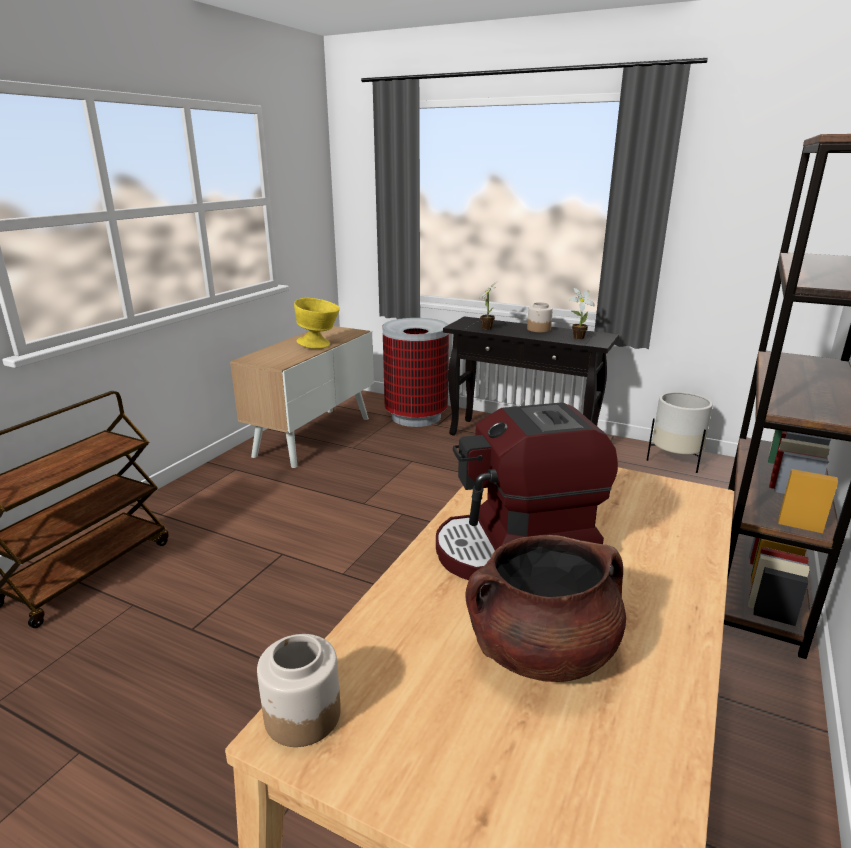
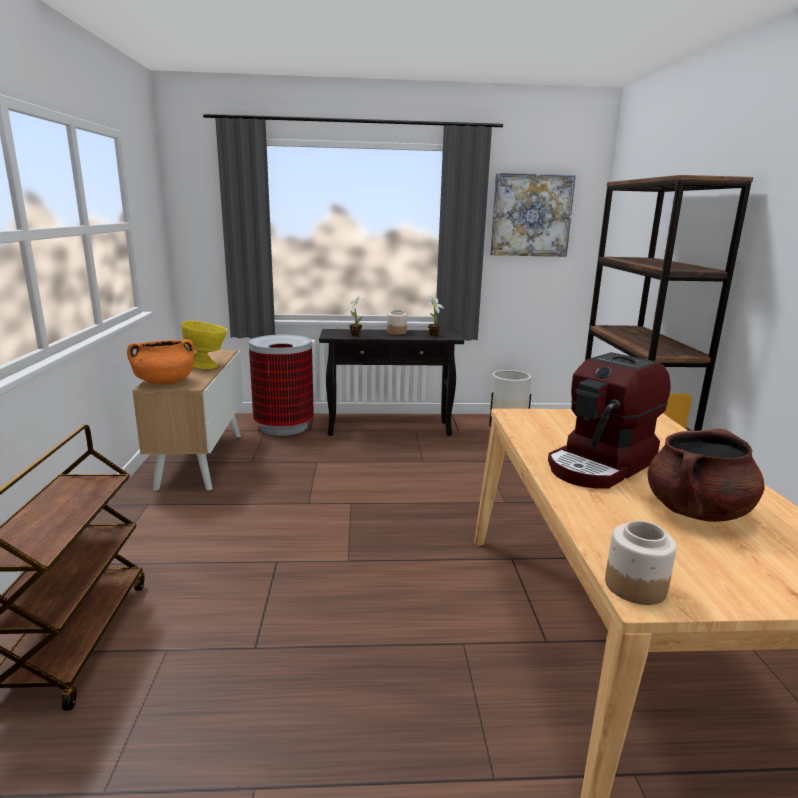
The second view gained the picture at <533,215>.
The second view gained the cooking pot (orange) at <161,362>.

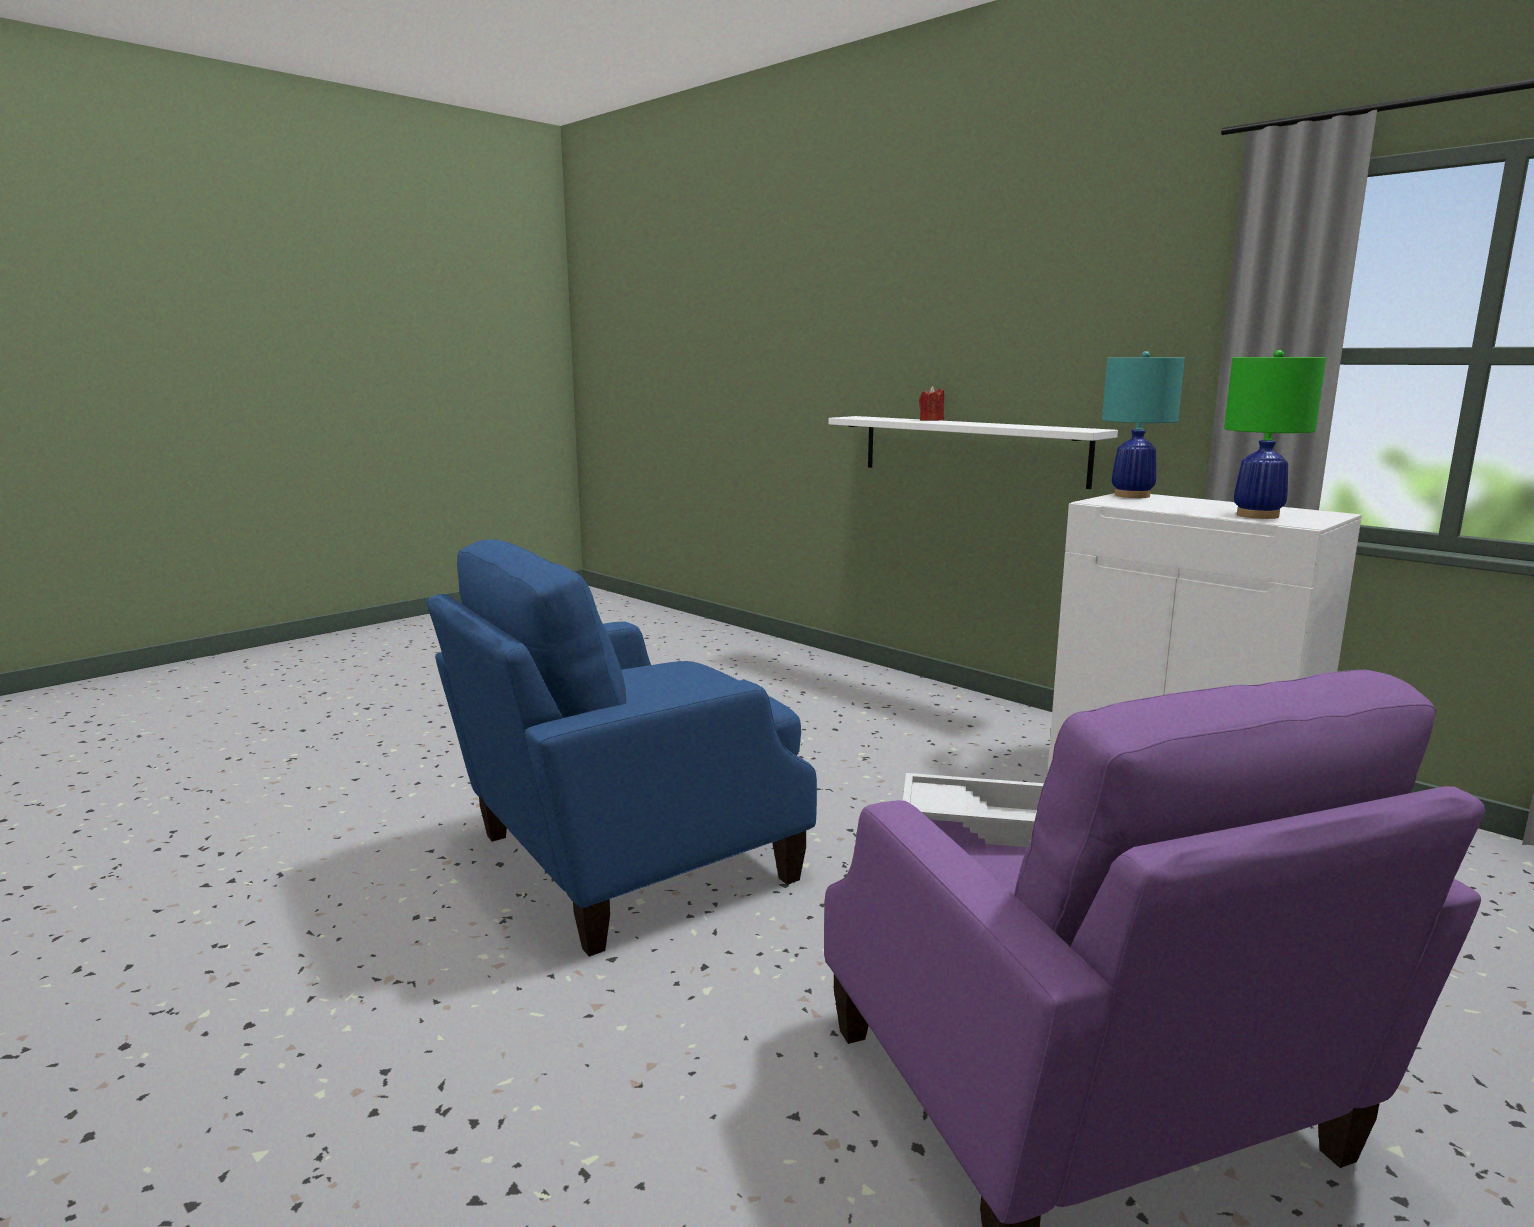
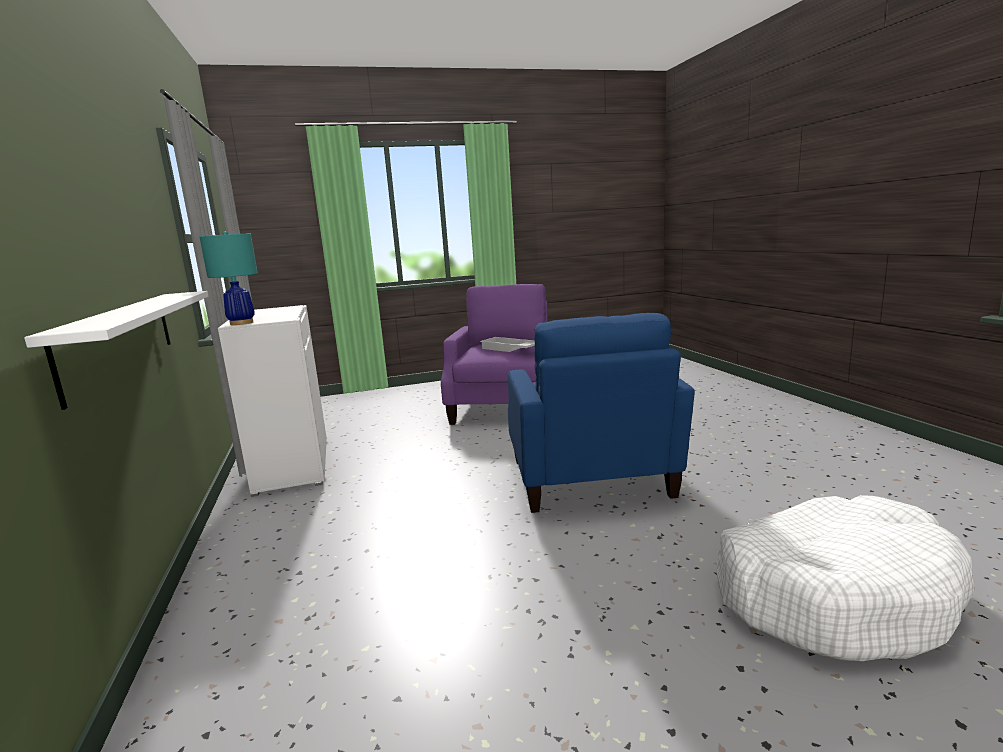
The second view lost the table lamp (green) at <1275,434>.
The second view lost the candle (red) at <931,403>.
The armchair (blue) at <622,748> ended up facing another way, 90 degrees clockwise from before.
The second view gained the dog bed (white) at <846,578>.

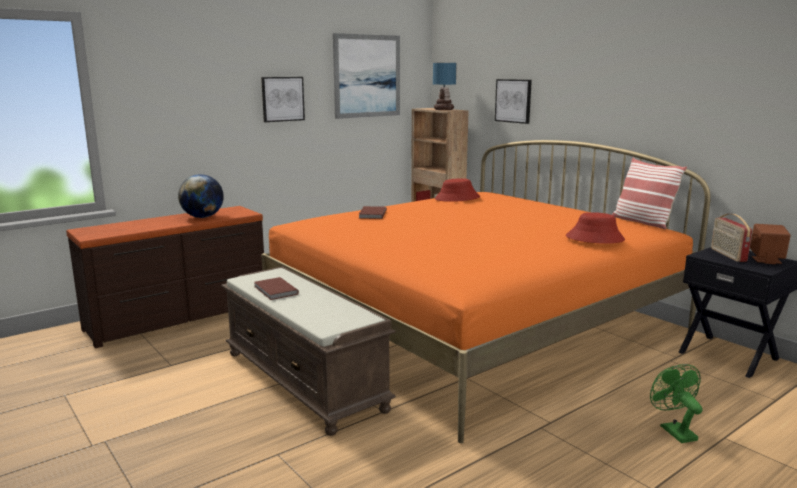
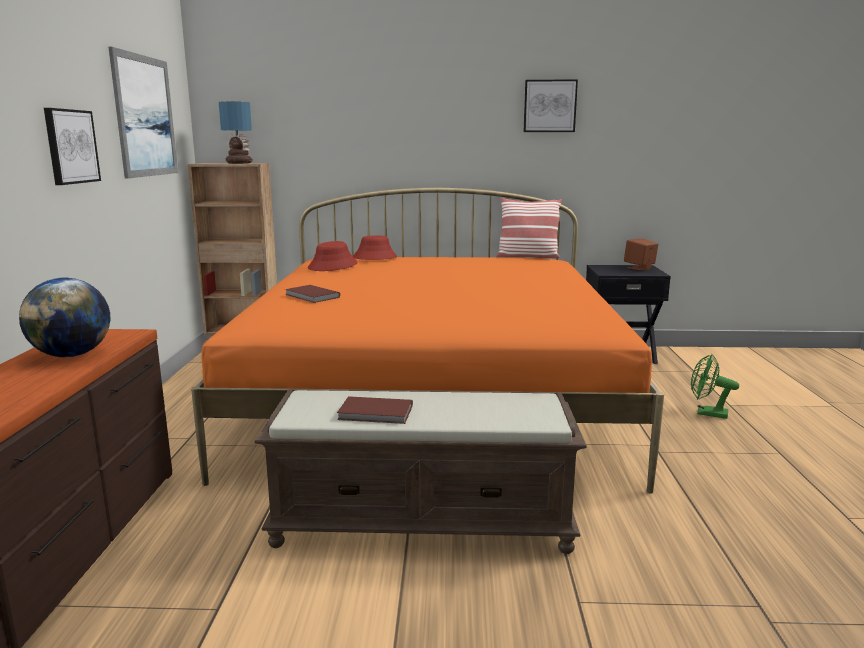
The picture ended up elsewhere, having gone from <513,101> to <551,106>.
The hat (red) ended up elsewhere, having gone from <595,228> to <375,248>.
The second view lost the radio at <731,238>.

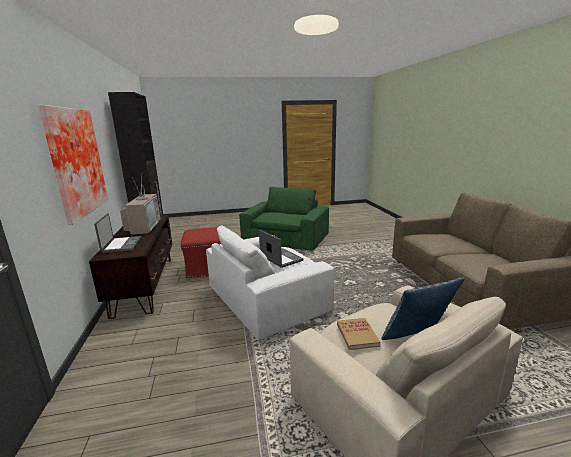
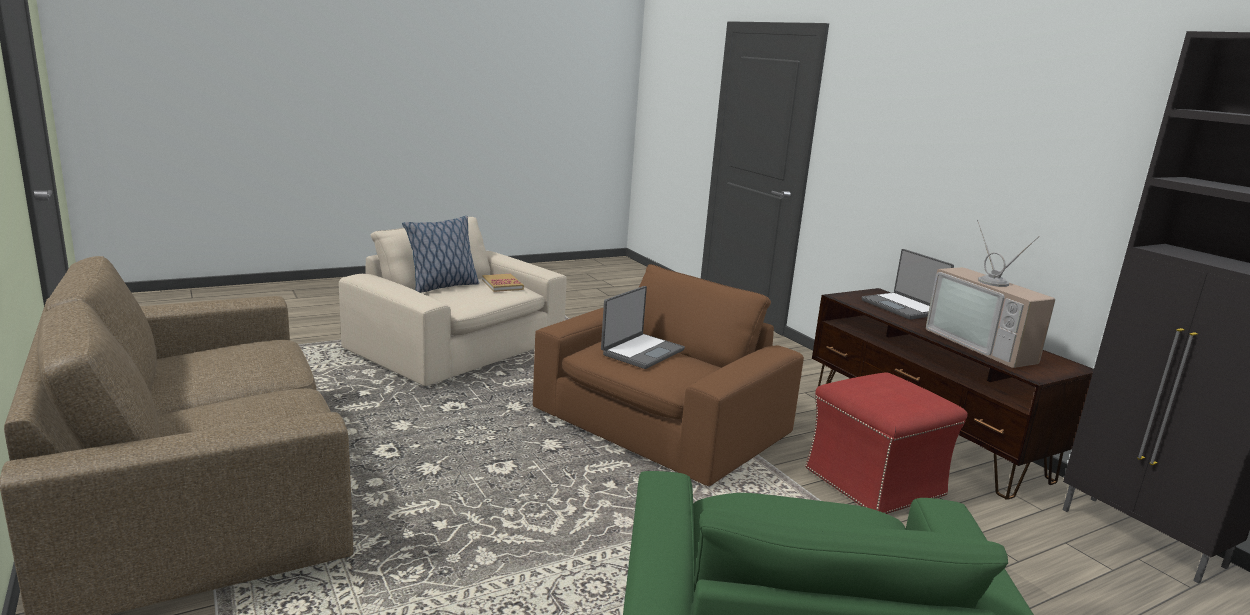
The second view lost the picture at <73,165>.
What was the armchair (white) at <270,283> turned into the armchair (brown) at <668,375>.
The laptop at <281,249> ended up facing another way, 90 degrees counterclockwise from before.

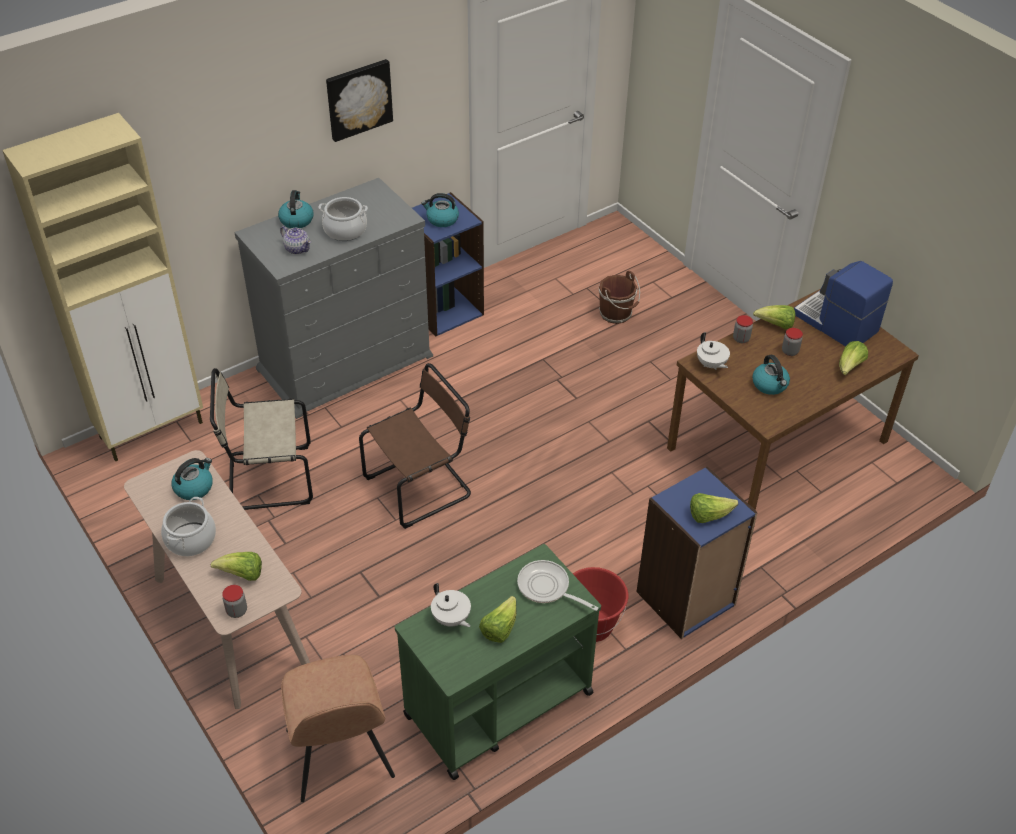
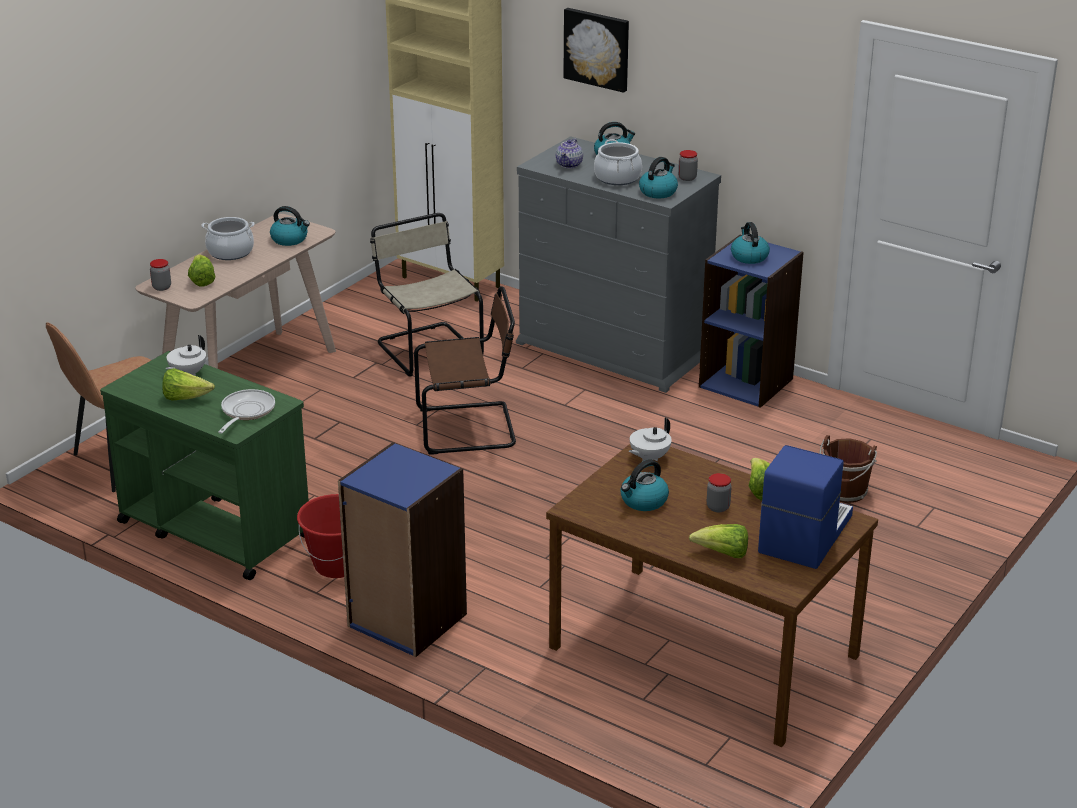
The picture ended up elsewhere, having gone from <359,100> to <596,50>.
The jar ended up elsewhere, having gone from <743,329> to <688,165>.
The chair (brown) at <415,446> ended up facing another way, 45 degrees counterclockwise from before.
The second view lost the lettuce at <714,508>.
The second view gained the kettle at <658,177>.

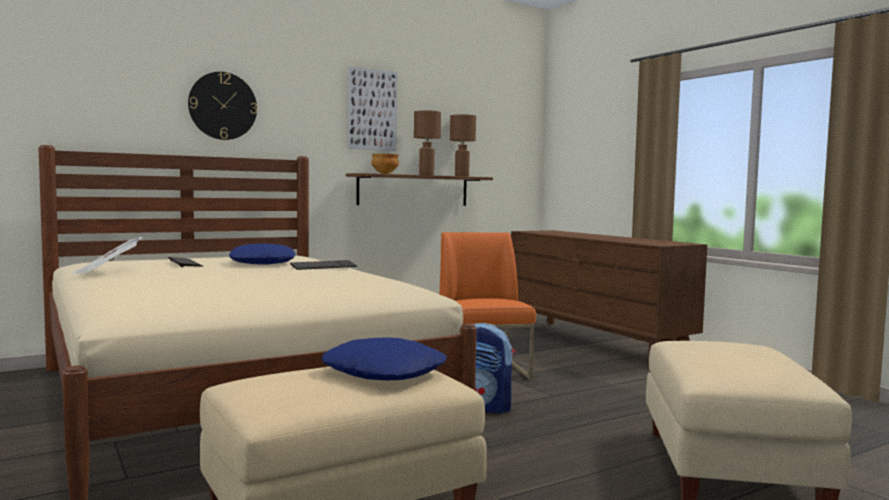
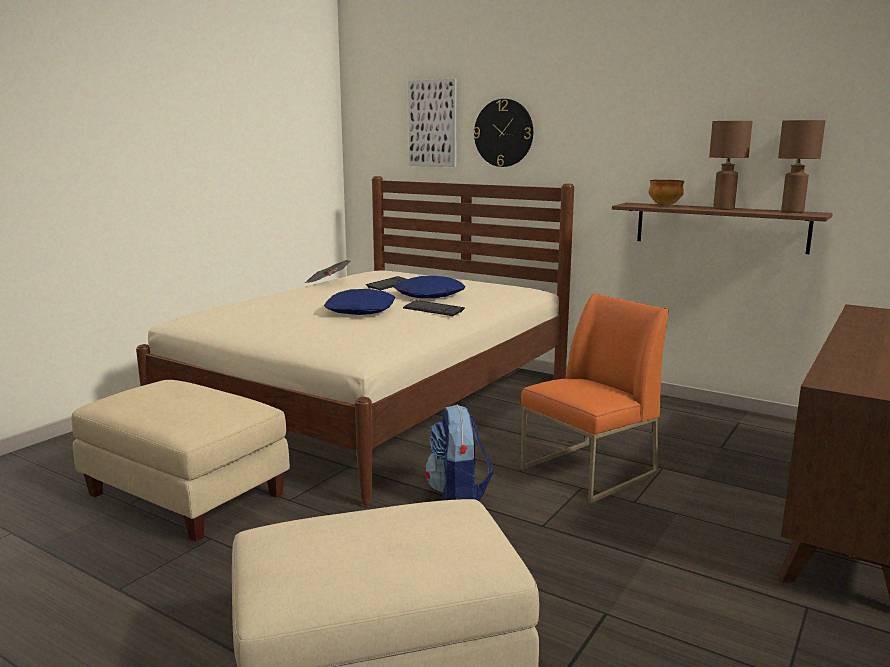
The picture ended up elsewhere, having gone from <372,108> to <432,123>.
The pillow (blue) ended up elsewhere, having gone from <384,359> to <359,302>.

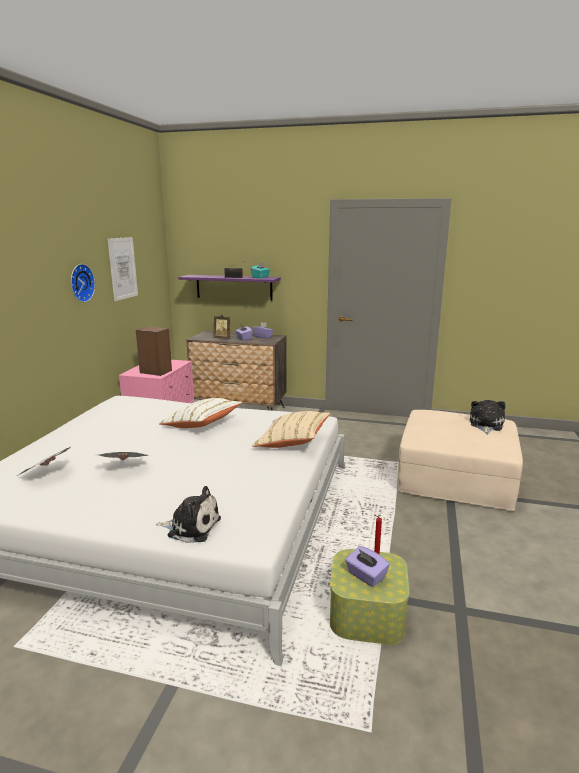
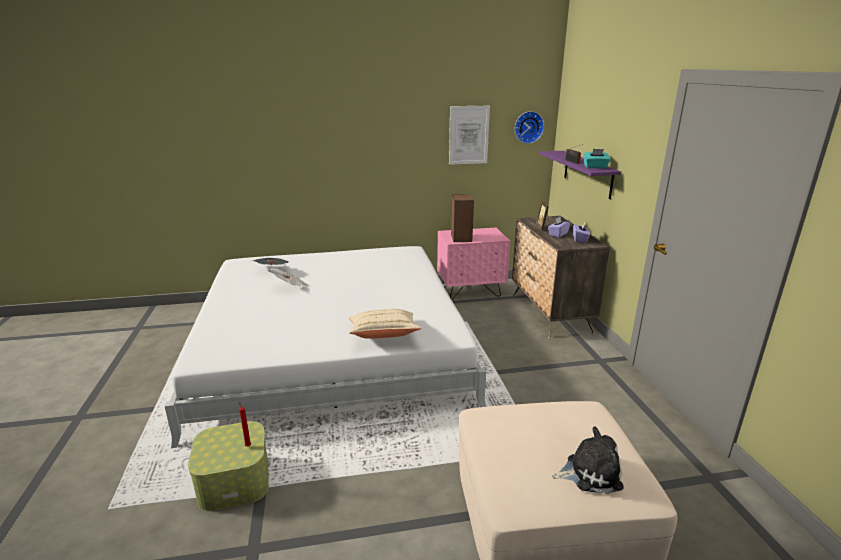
The wall clock ended up elsewhere, having gone from <83,283> to <529,127>.
The second view lost the pillow (white) at <200,413>.
The second view lost the plush toy at <188,514>.
The second view lost the tissue box (purple) at <367,566>.

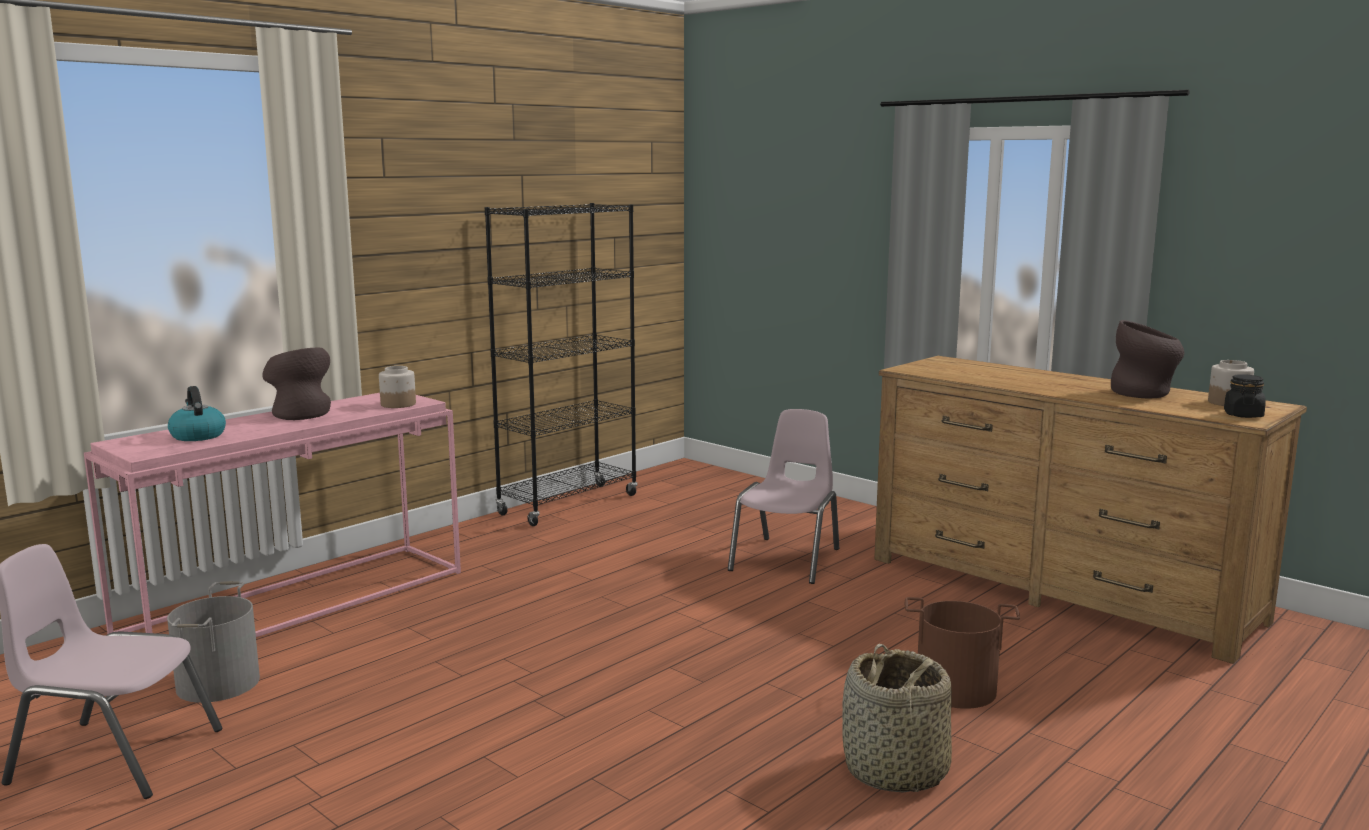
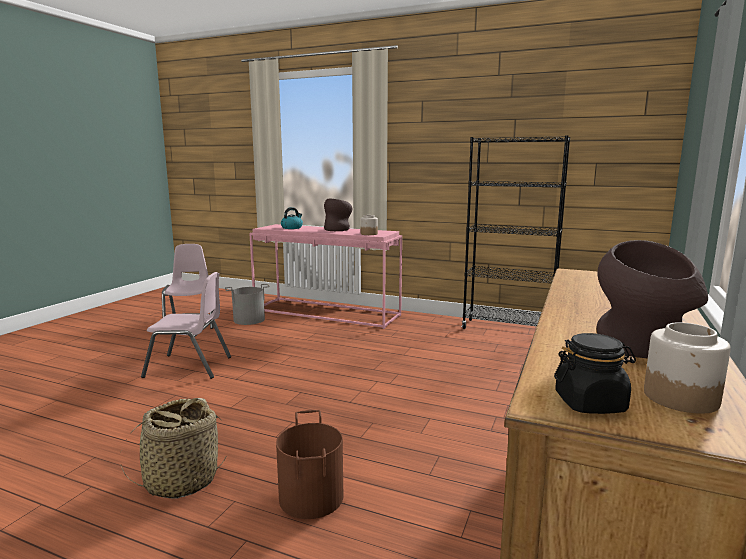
The chair (pink) ended up elsewhere, having gone from <783,496> to <186,325>.

